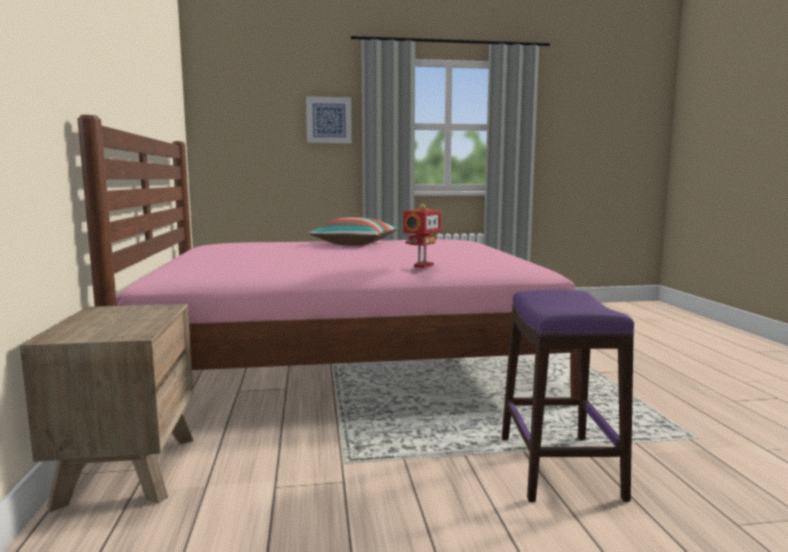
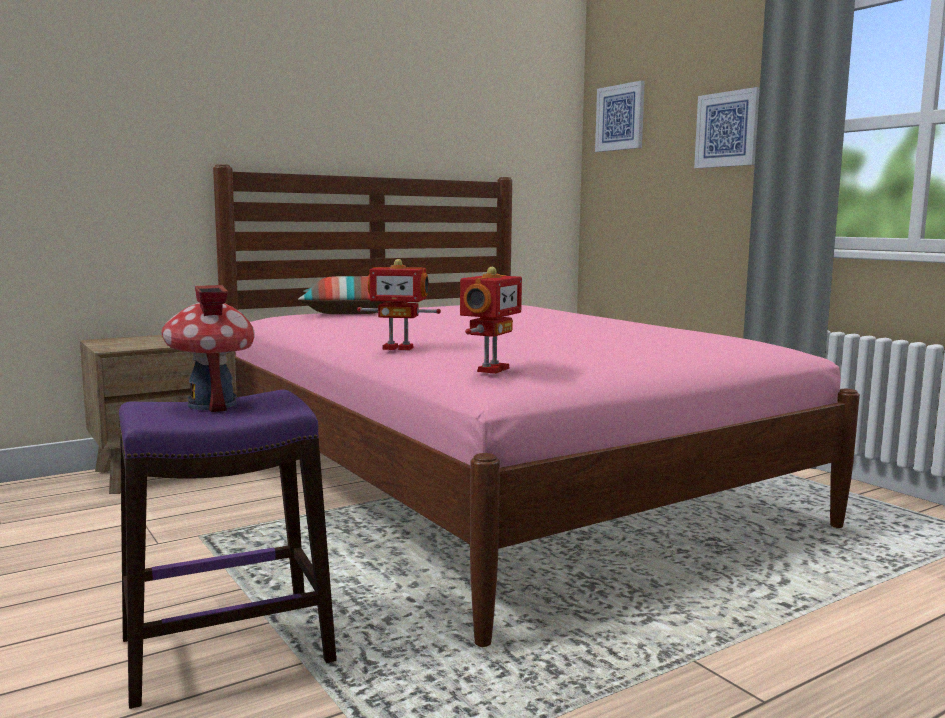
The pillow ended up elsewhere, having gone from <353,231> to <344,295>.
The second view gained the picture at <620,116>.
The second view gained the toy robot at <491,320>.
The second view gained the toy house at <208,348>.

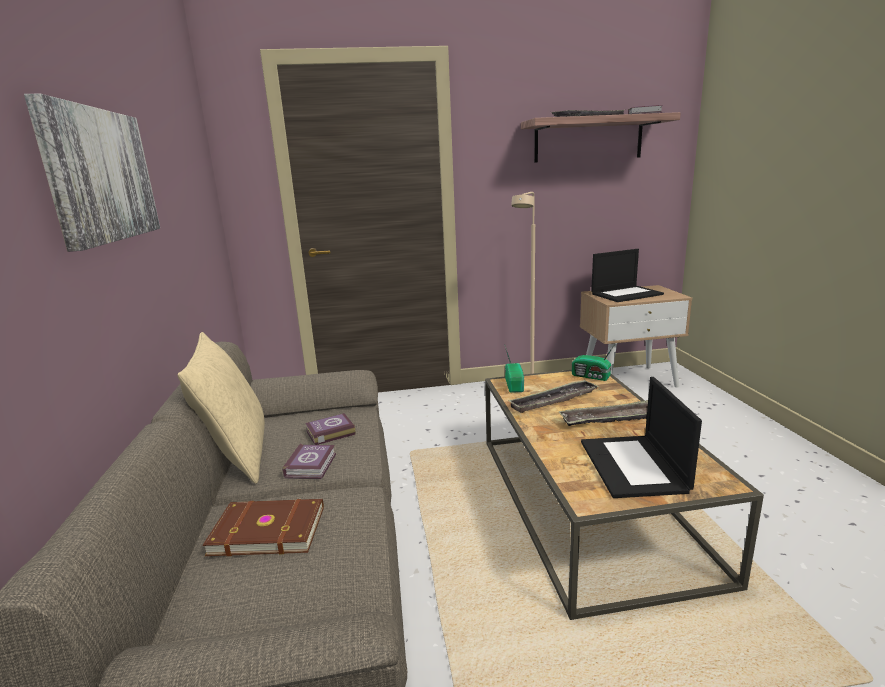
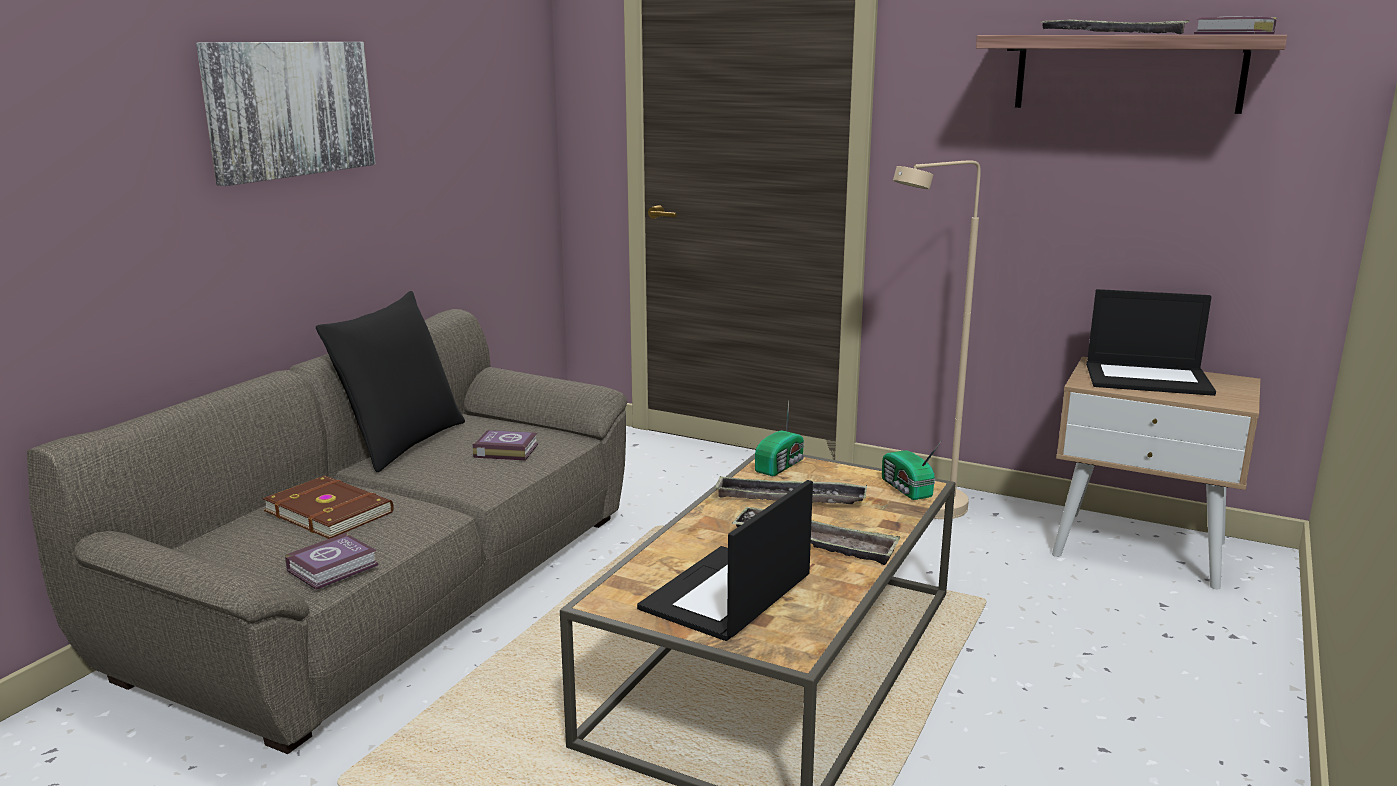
What was the pillow (beige) at <221,408> turned into the pillow (black) at <390,381>.
The book ended up elsewhere, having gone from <309,461> to <332,561>.

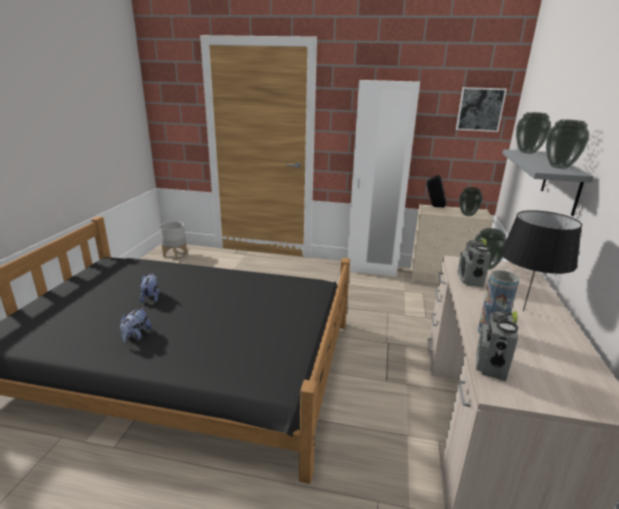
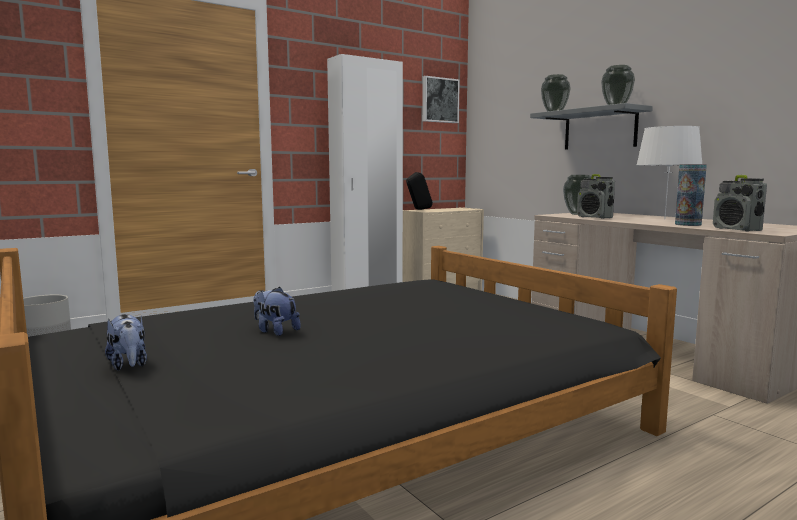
The second view lost the vase at <471,201>.
What was the table lamp (black) at <541,261> turned into the table lamp (white) at <669,173>.
The plush toy ended up elsewhere, having gone from <136,325> to <126,342>.

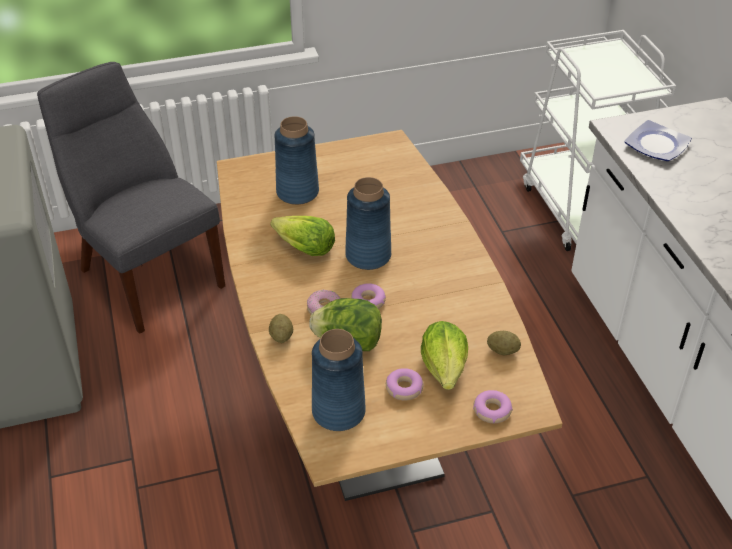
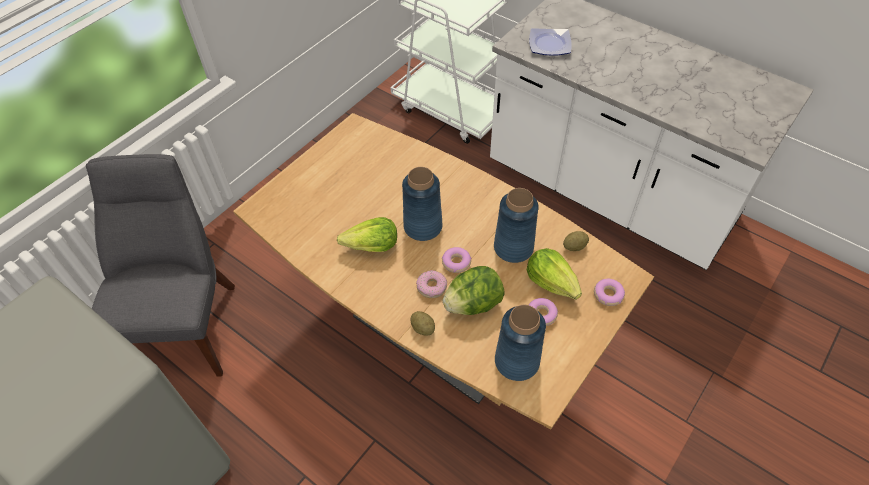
The chair (grey) at <131,198> ended up facing another way, 75 degrees clockwise from before.
The vase (blue) ended up elsewhere, having gone from <296,160> to <516,225>.

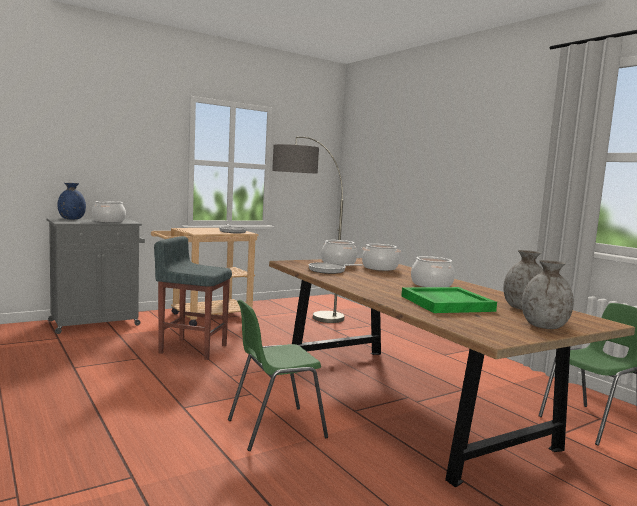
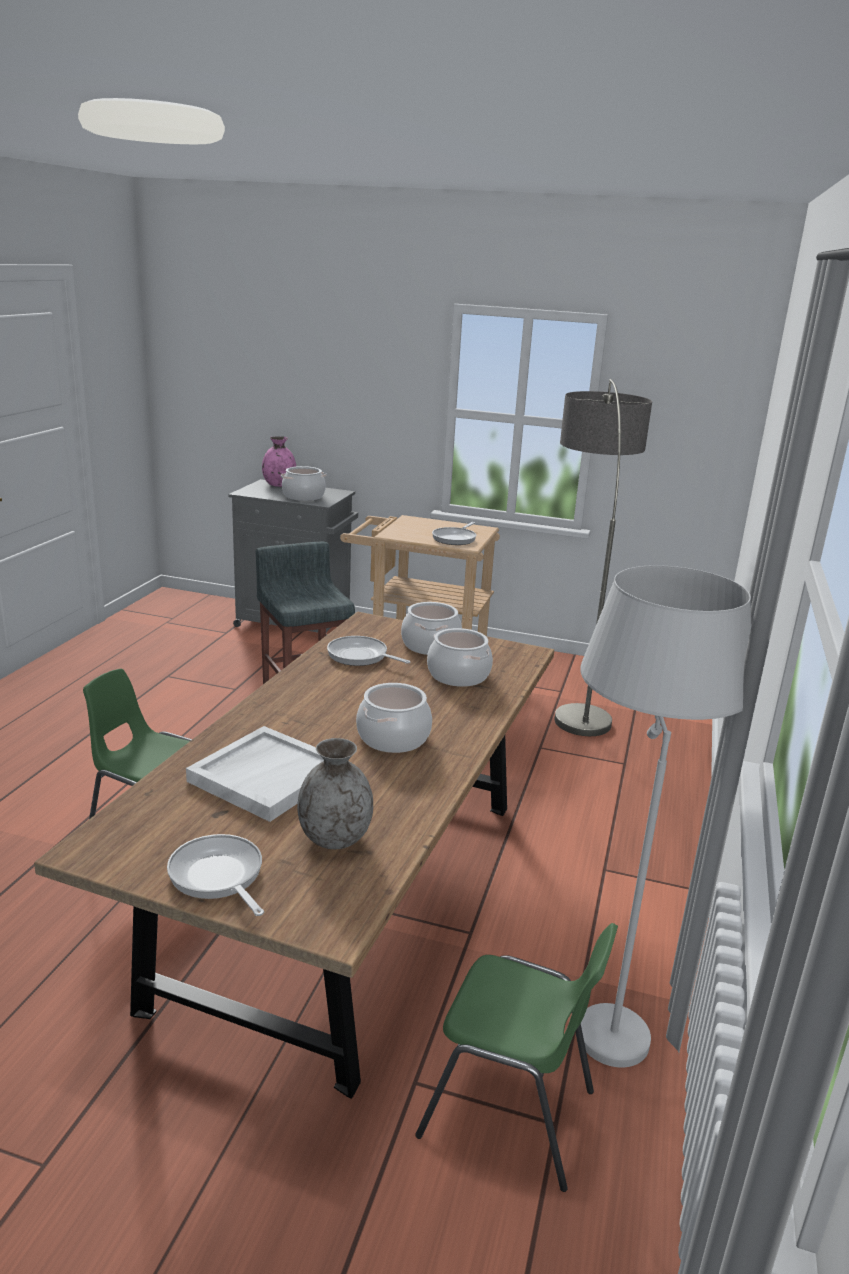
What was the vase (blue) at <71,201> turned into the vase (pink) at <279,461>.
Where the vase (grey) stood at <548,294>, the frying pan came to stand at <215,875>.
What was the tray (green) at <449,300> turned into the tray (white) at <255,774>.
The second view gained the floor lamp (white) at <666,816>.

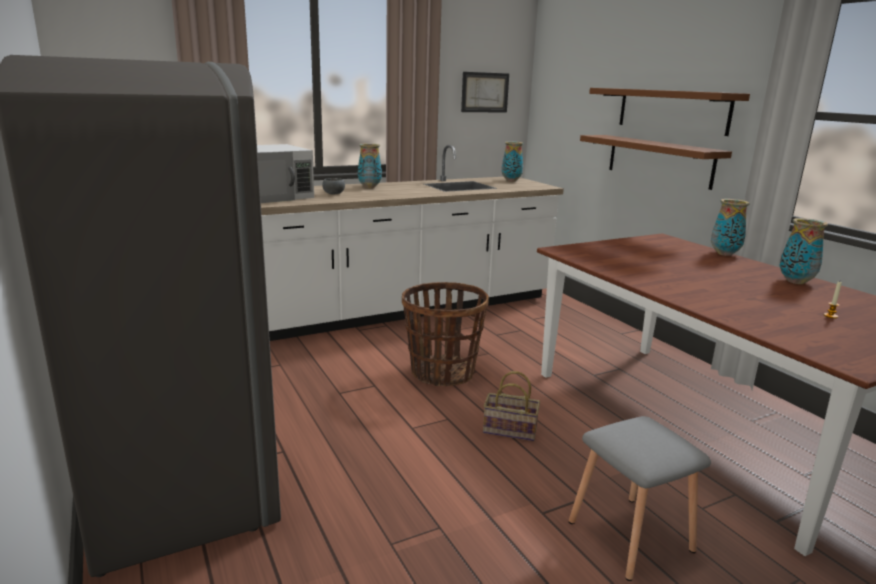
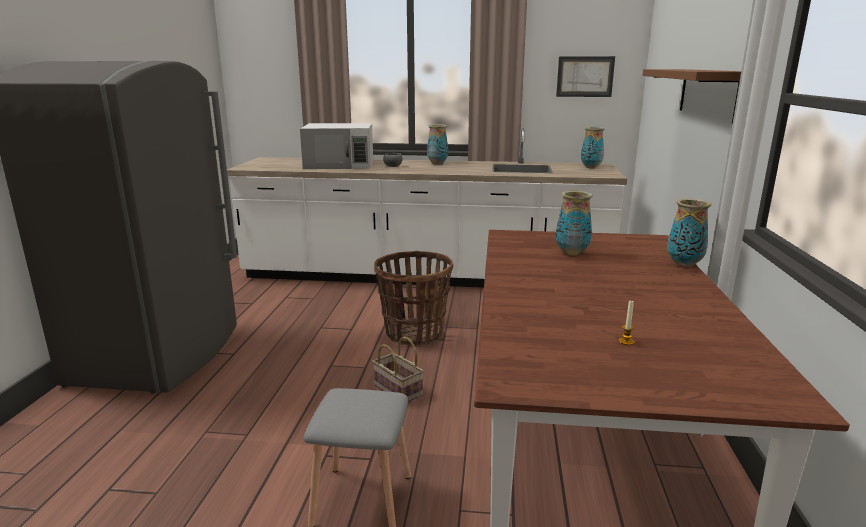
The second view lost the shelf (brown) at <656,162>.
The vase ended up elsewhere, having gone from <803,251> to <574,223>.

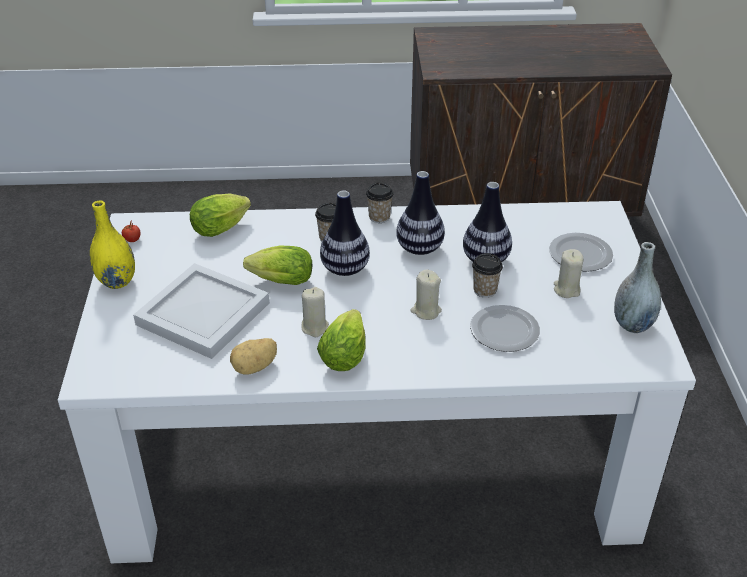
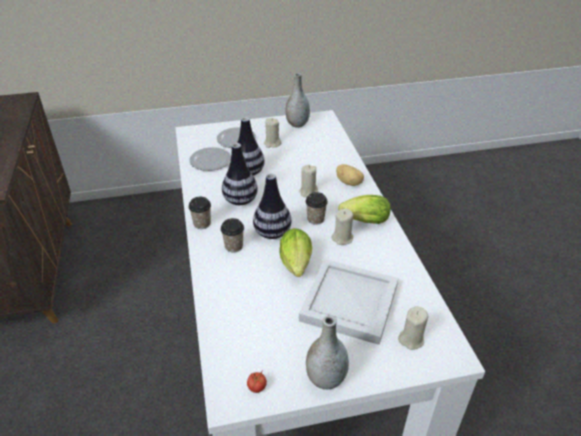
The second view lost the lettuce at <220,215>.
What was the vase (yellow) at <112,244> turned into the vase (grey) at <327,352>.
The cup ended up elsewhere, having gone from <487,275> to <316,208>.
The plate ended up elsewhere, having gone from <505,328> to <210,159>.
The potato ended up elsewhere, having gone from <253,356> to <350,175>.
The second view gained the candle (beige) at <413,328>.

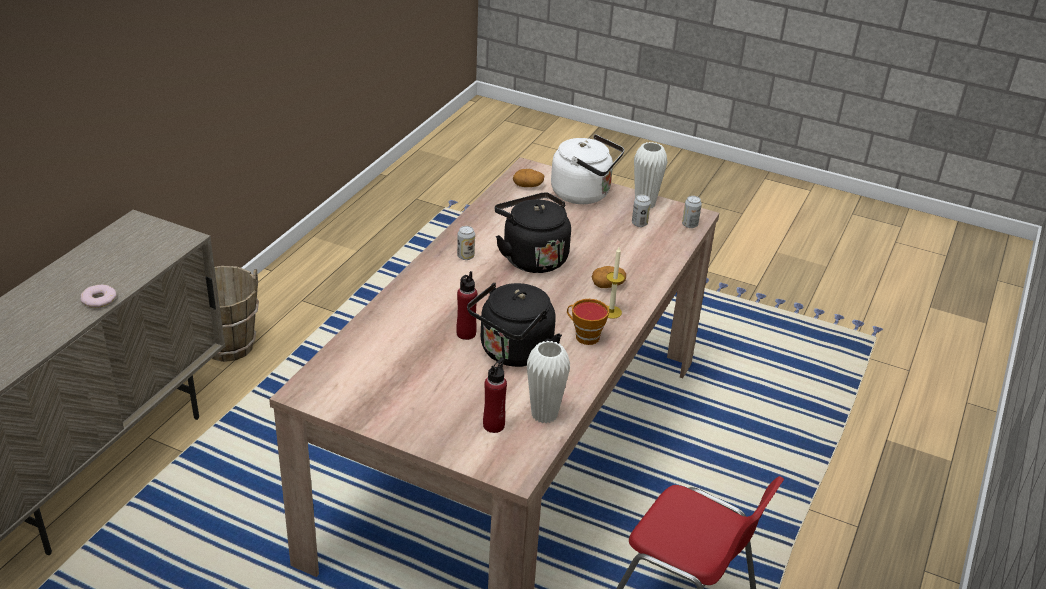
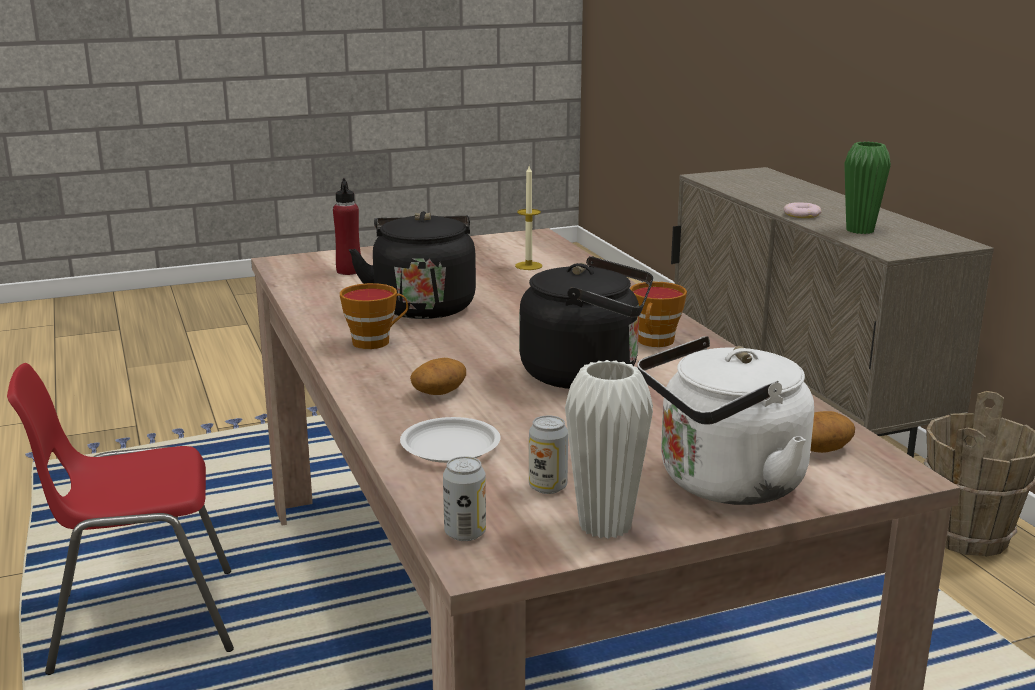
Where the can stood at <466,243>, the cup came to stand at <658,314>.
The candle ended up elsewhere, having gone from <615,283> to <528,218>.
The second view lost the bottle (red) at <466,305>.
The second view lost the vase (white) at <548,382>.
The second view gained the vase (green) at <867,188>.
The second view gained the plate (white) at <450,440>.

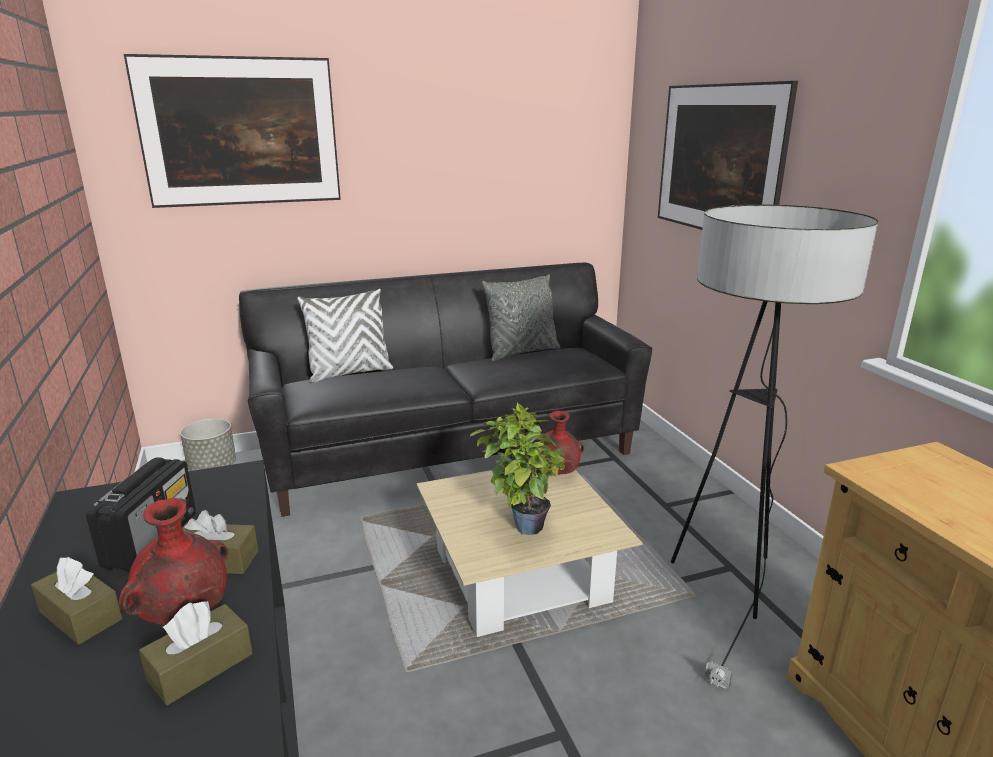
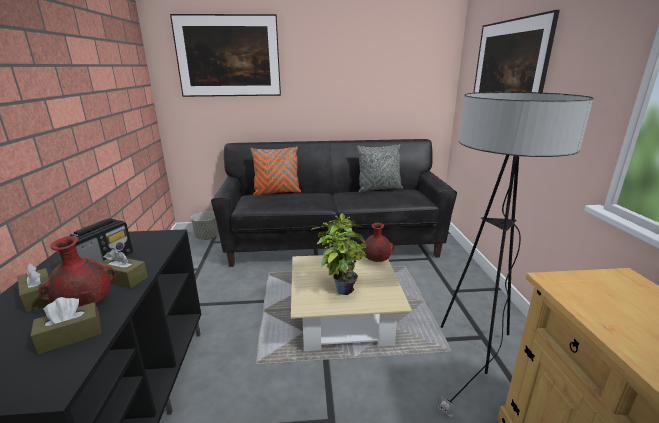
What was the pillow (white) at <345,336> turned into the pillow (orange) at <276,171>.

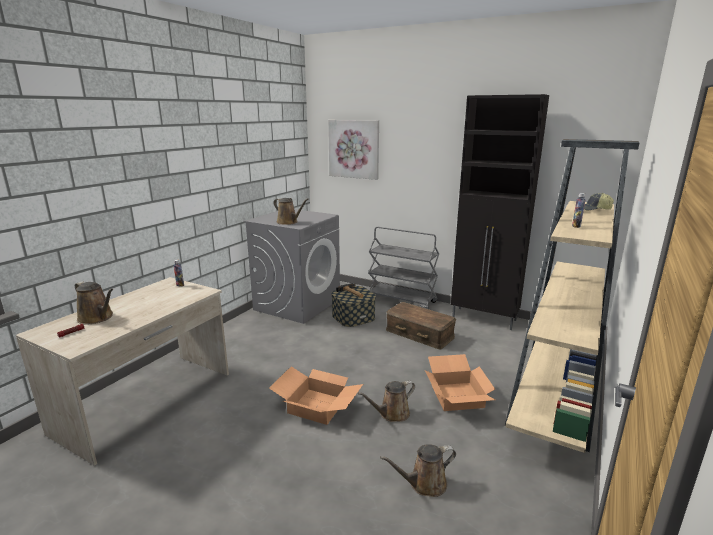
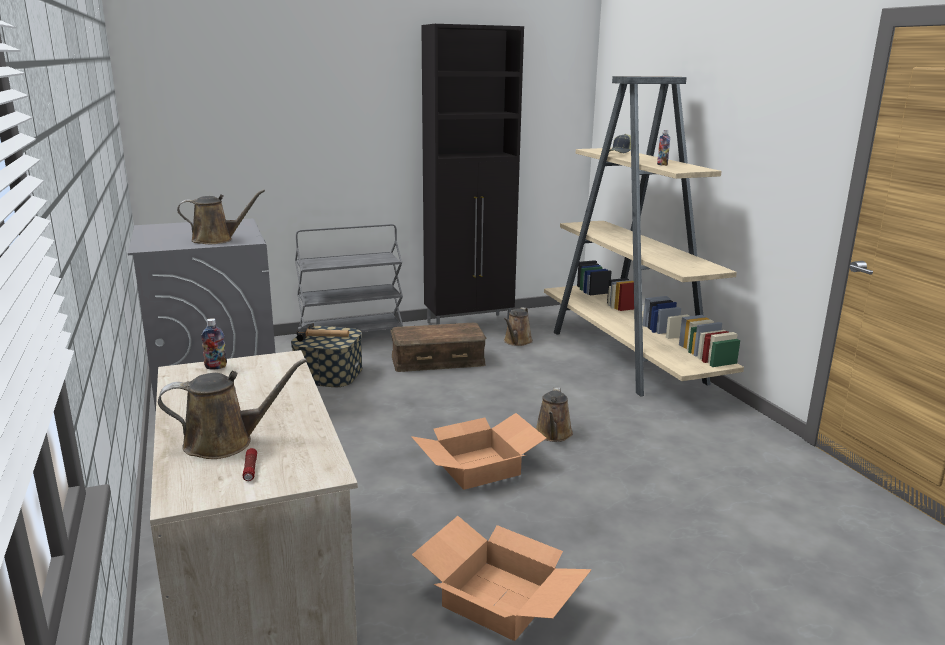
The second view lost the picture at <353,150>.
The cardboard box ended up elsewhere, having gone from <460,382> to <502,578>.
The watering can (brown) ended up elsewhere, having gone from <418,470> to <518,326>.

